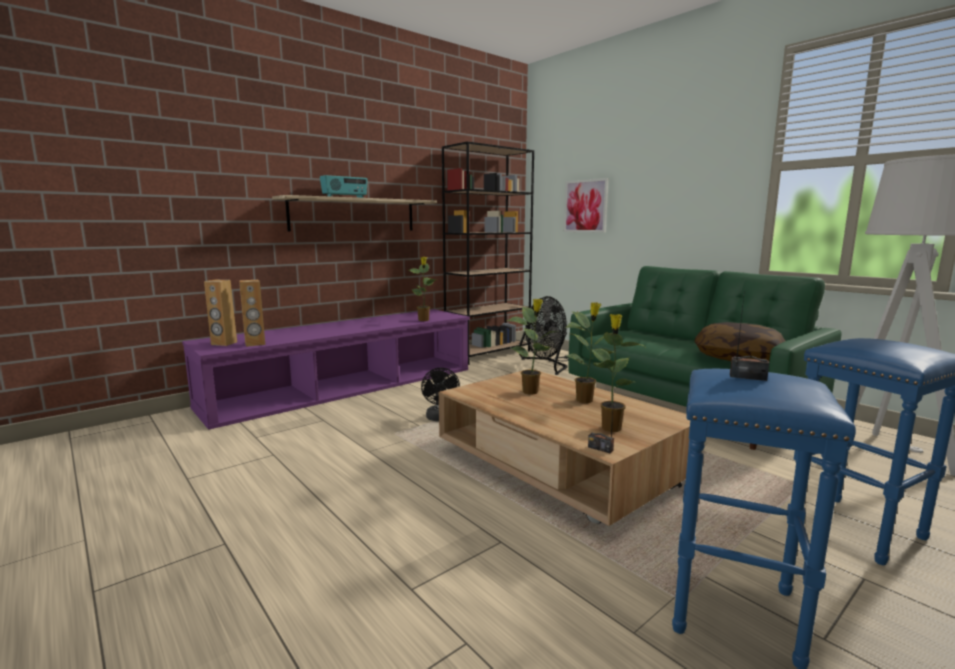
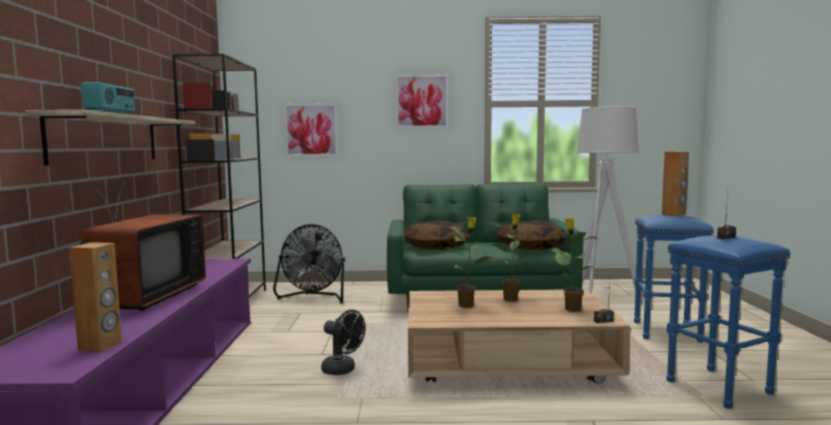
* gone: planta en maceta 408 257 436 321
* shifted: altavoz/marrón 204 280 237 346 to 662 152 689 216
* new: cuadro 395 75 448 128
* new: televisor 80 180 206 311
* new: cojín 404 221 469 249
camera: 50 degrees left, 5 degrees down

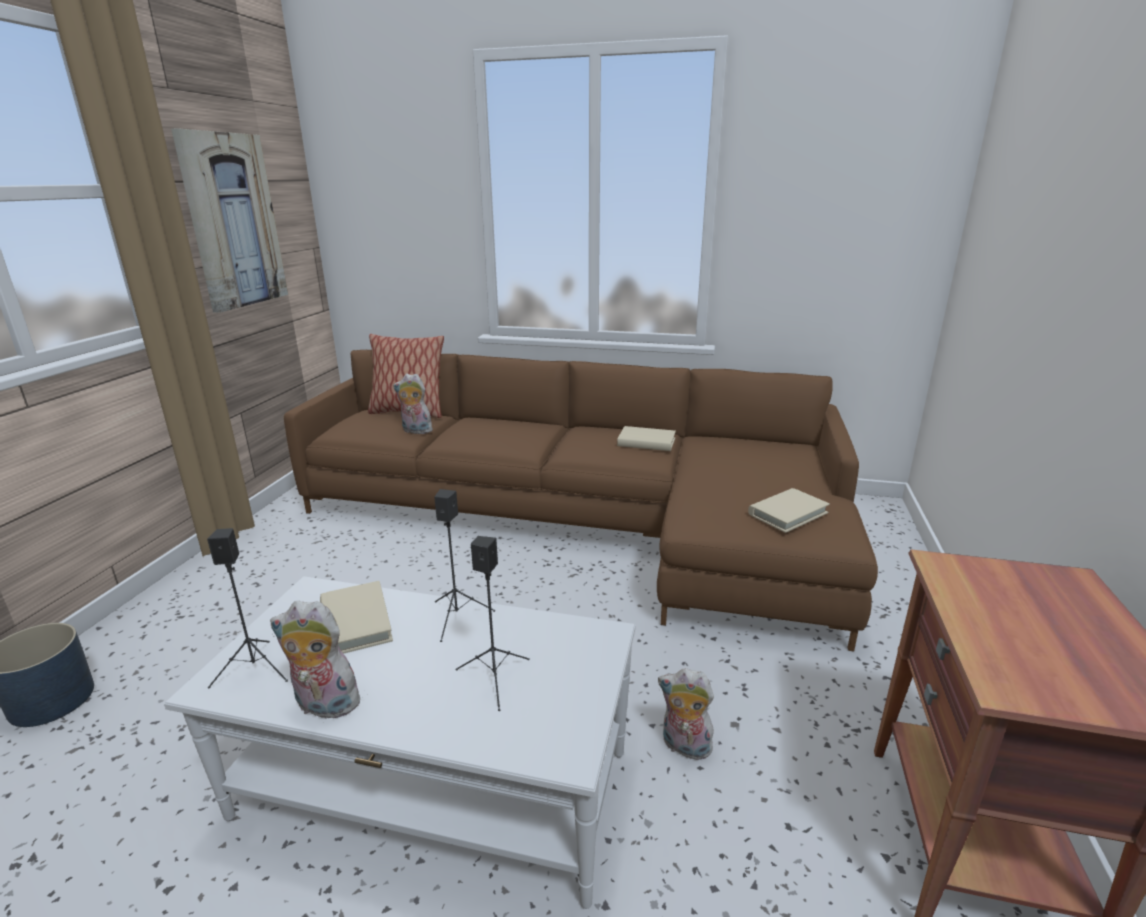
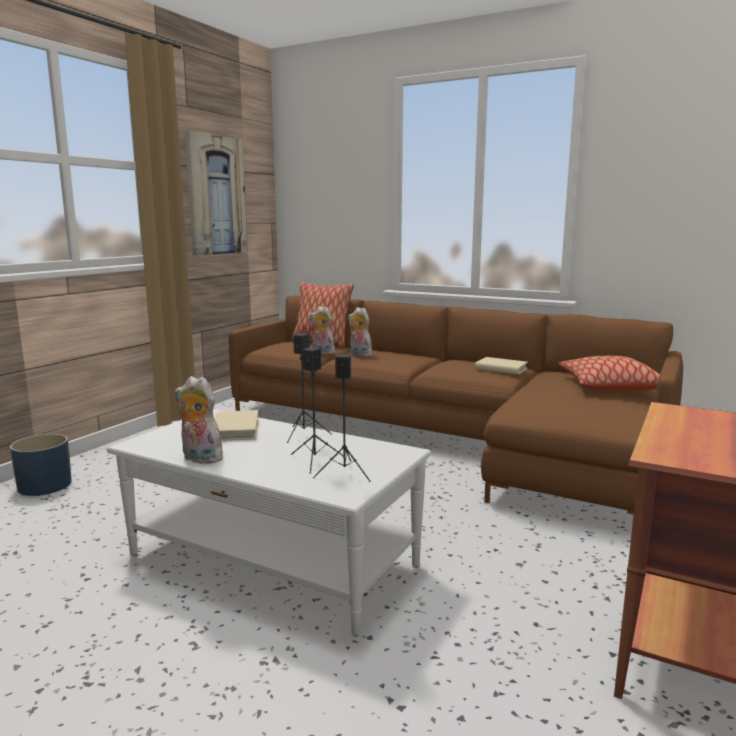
* gone: libro/beis 748 488 830 533
* shifted: altavoz/negro 207 528 288 688 to 313 354 371 482
* shifted: peluche 658 668 715 760 to 348 307 372 357
* new: cojín 559 356 660 392
camera: 15 degrees right, 10 degrees down

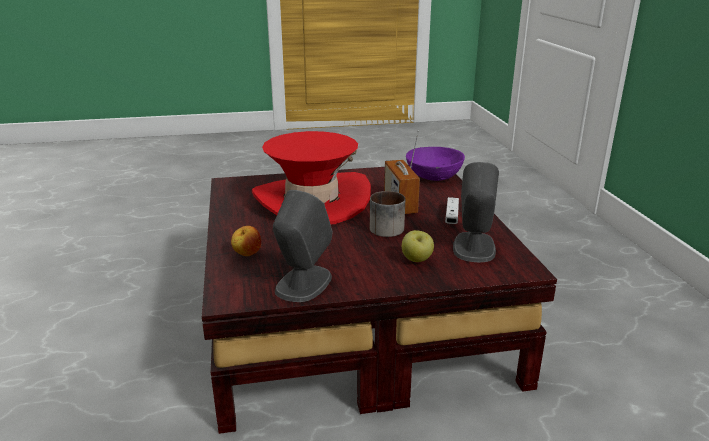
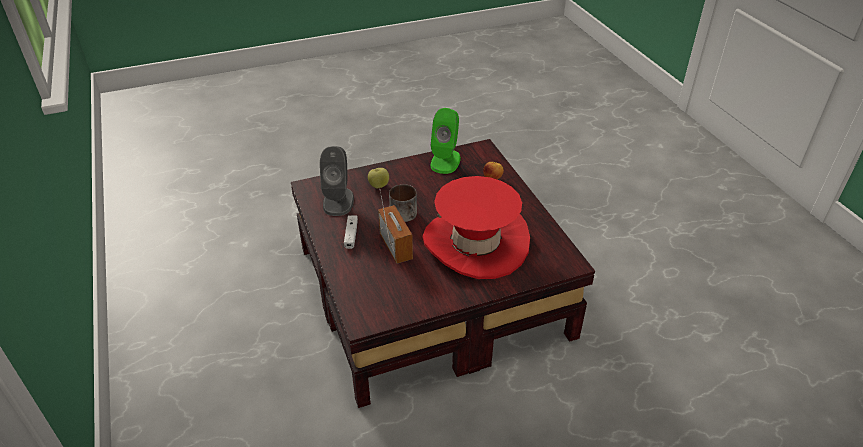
* gone: cuenco/morado 406 147 465 181
* repainted: altavoz/gris 273 190 333 302 to altavoz/verde 431 108 461 174
camera: 170 degrees right, 15 degrees up

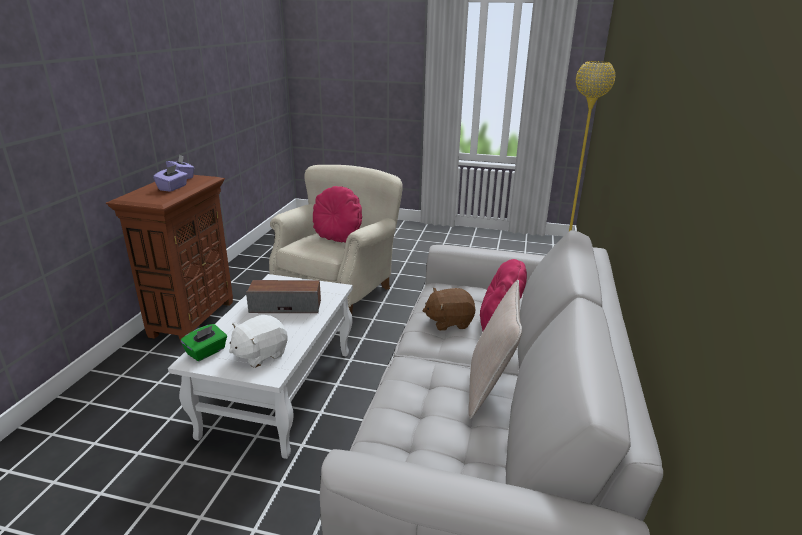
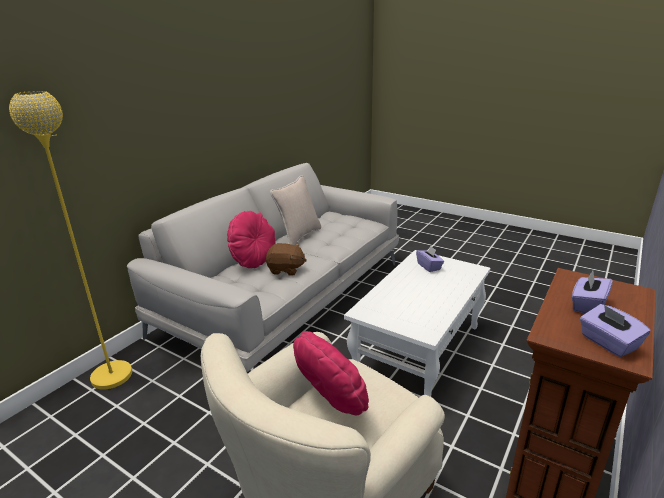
* gone: altavoz 246 280 321 313
* swapped: peluche/blanco 229 315 288 368 to caja de pañuelos/morado 416 246 444 272
* gone: caja de pañuelos/verde 181 324 227 361
camera: 160 degrees left, 0 degrees up

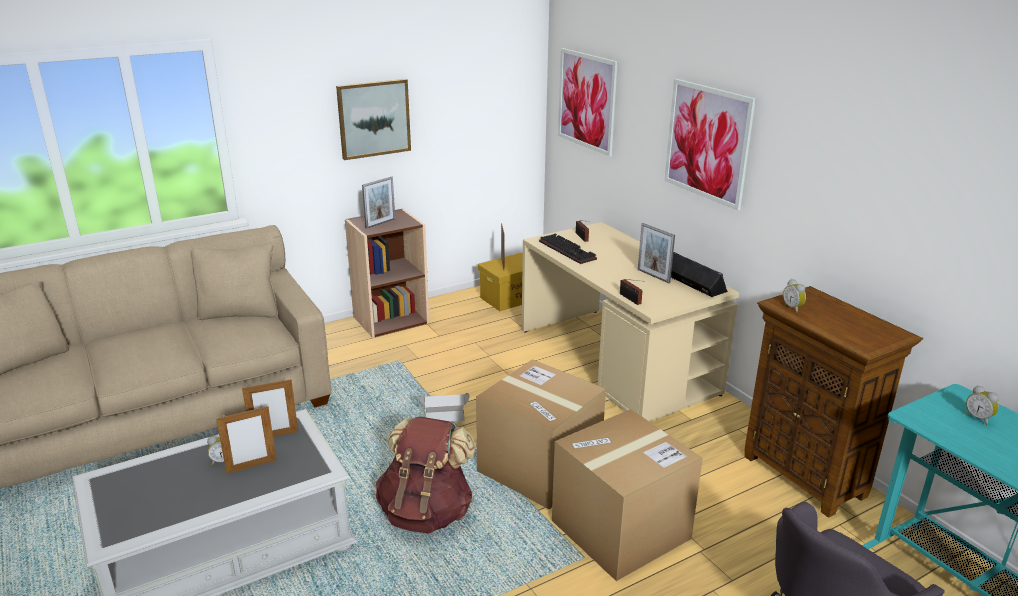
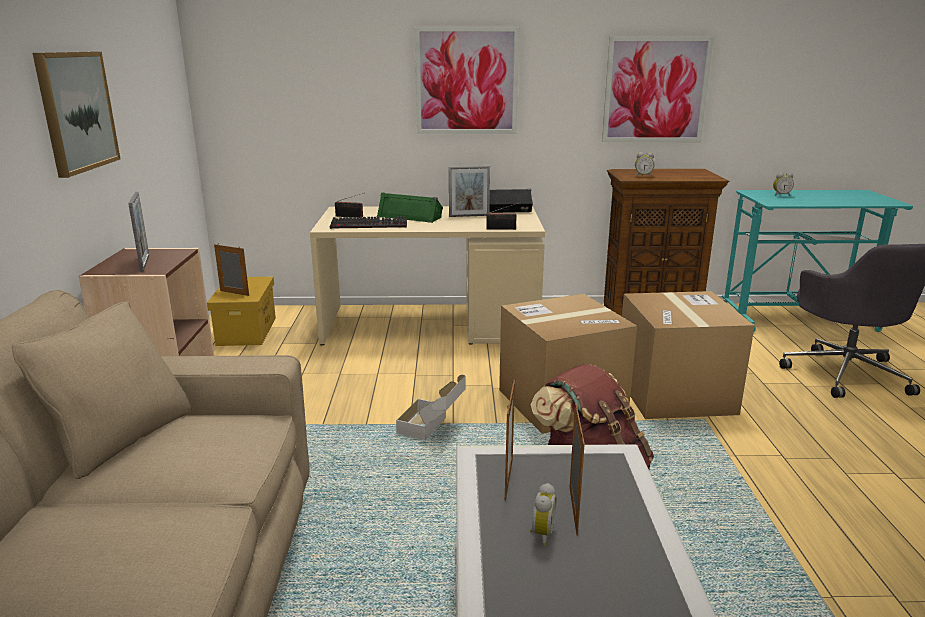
* shifted: cuadro 558 48 618 157 to 602 37 714 142
* new: altavoz/verde 377 192 443 223
camera: 60 degrees left, 5 degrees down

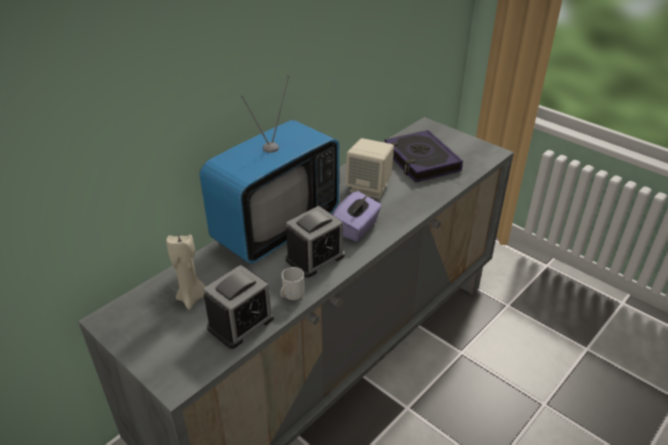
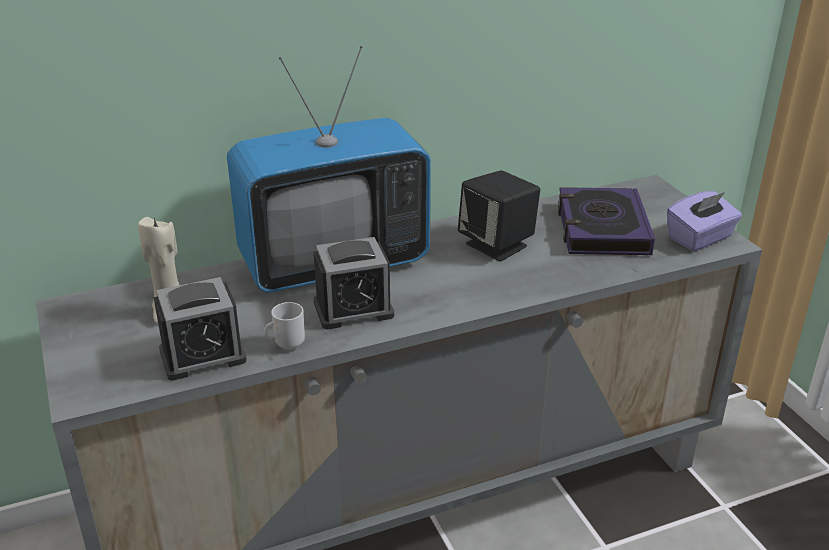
* repainted: altavoz/beis 345 138 394 199 to altavoz/negro 458 170 540 262
* shifted: caja de pañuelos/morado 333 191 382 242 to 667 191 742 251
camera: 25 degrees right, 5 degrees down

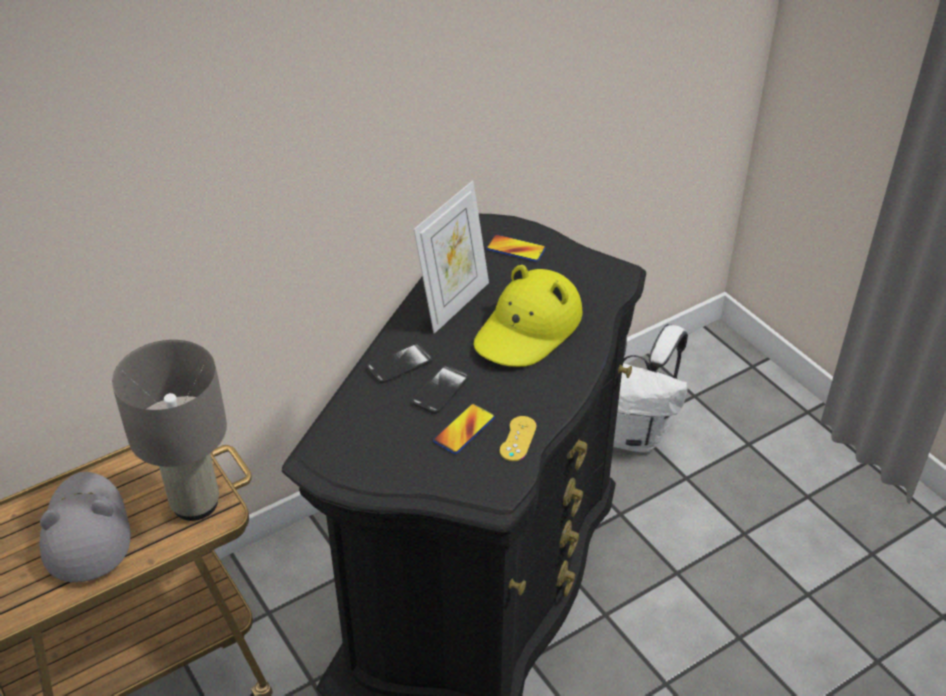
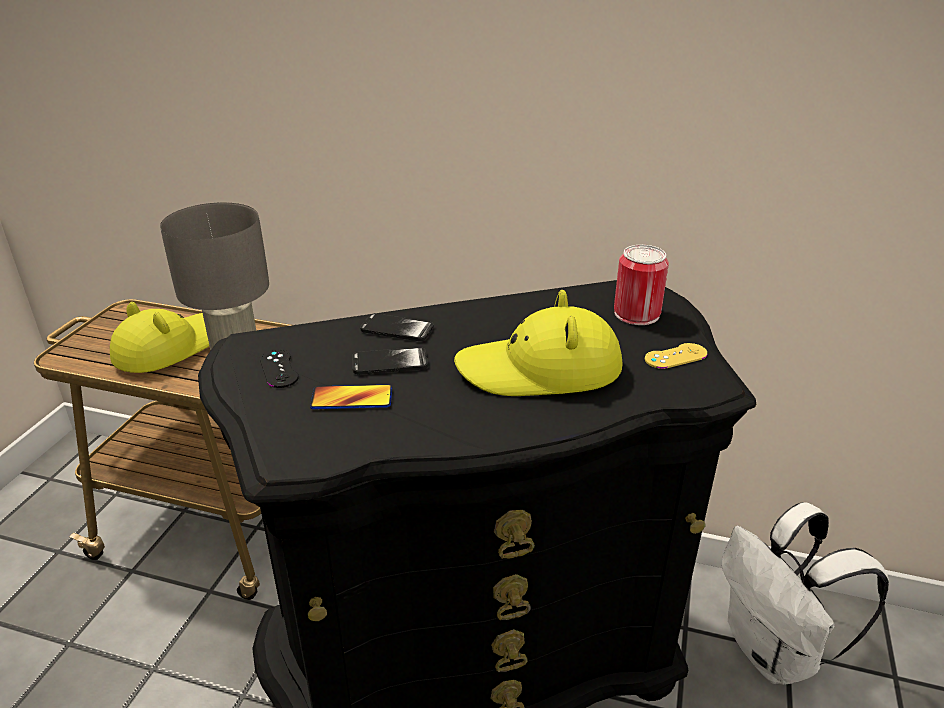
* gone: portarretratos 413 181 489 334
* swapped: móvil 486 234 546 262 to lata 614 245 669 325
* shifted: mando de consola/amarillo 500 416 537 461 to 645 343 707 369
* repainted: sombrero/gris 39 472 131 582 to sombrero/amarillo 110 302 209 373
* new: mando de consola/negro 260 349 298 388
camera: 50 degrees right, 10 degrees down

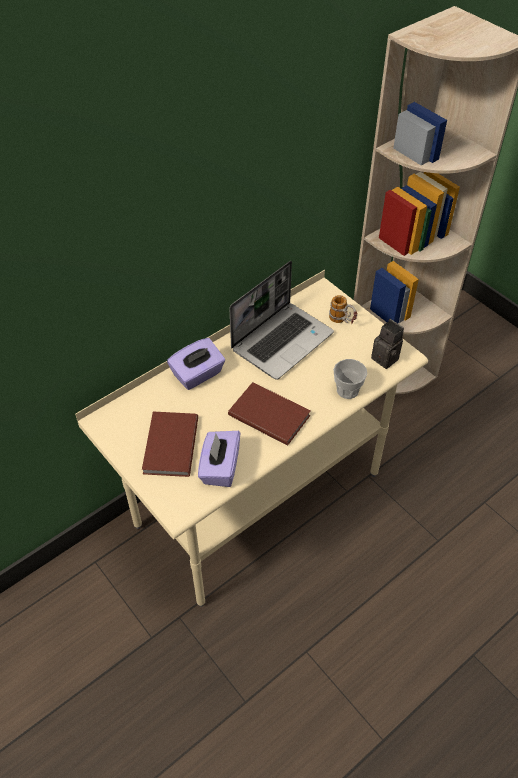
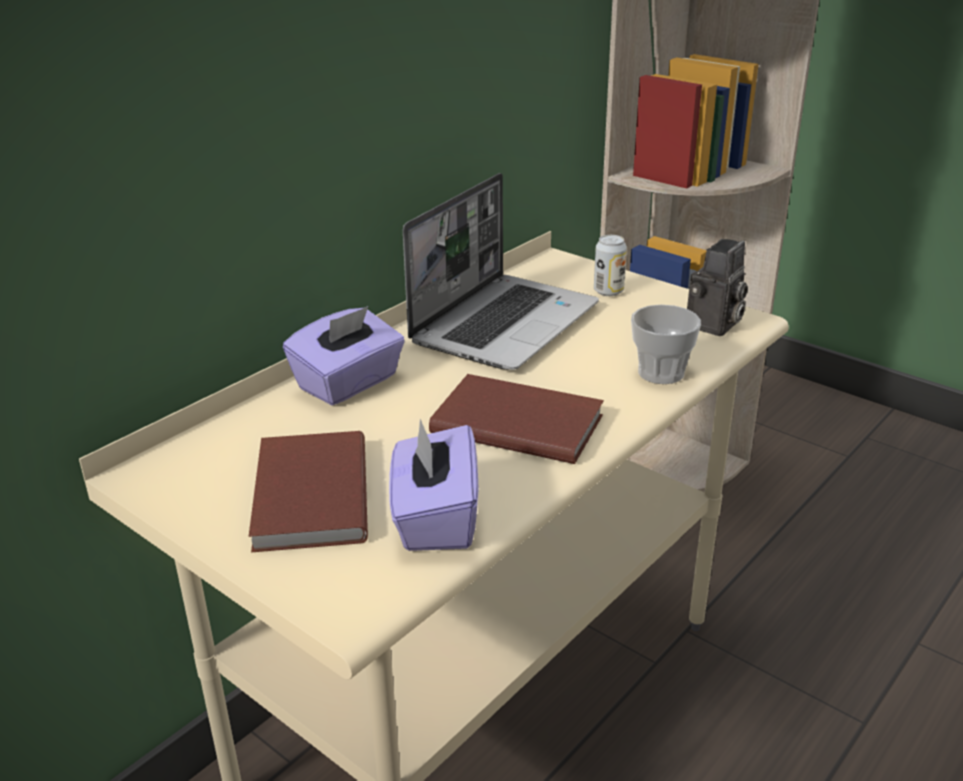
* swapped: taza grande 329 295 357 325 to lata 594 235 627 296
* rotated: cámara 371 319 404 369 = 687 239 748 336 90 degrees clockwise
camera: 10 degrees left, 20 degrees down

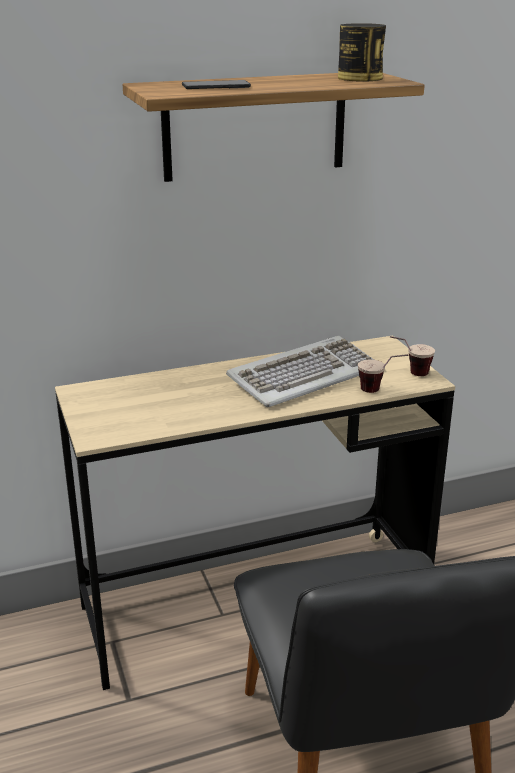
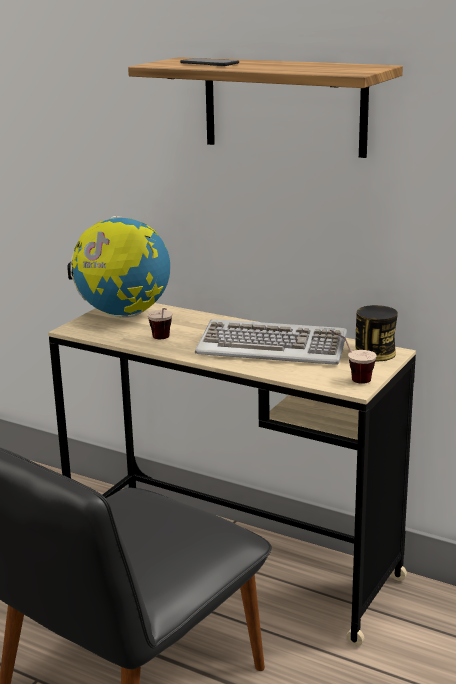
* shifted: lata 338 23 386 82 to 355 305 398 361
* shifted: taza 358 354 409 393 to 147 308 172 339
* new: globo terráqueo 67 216 170 318
camera: 50 degrees right, 5 degrees down

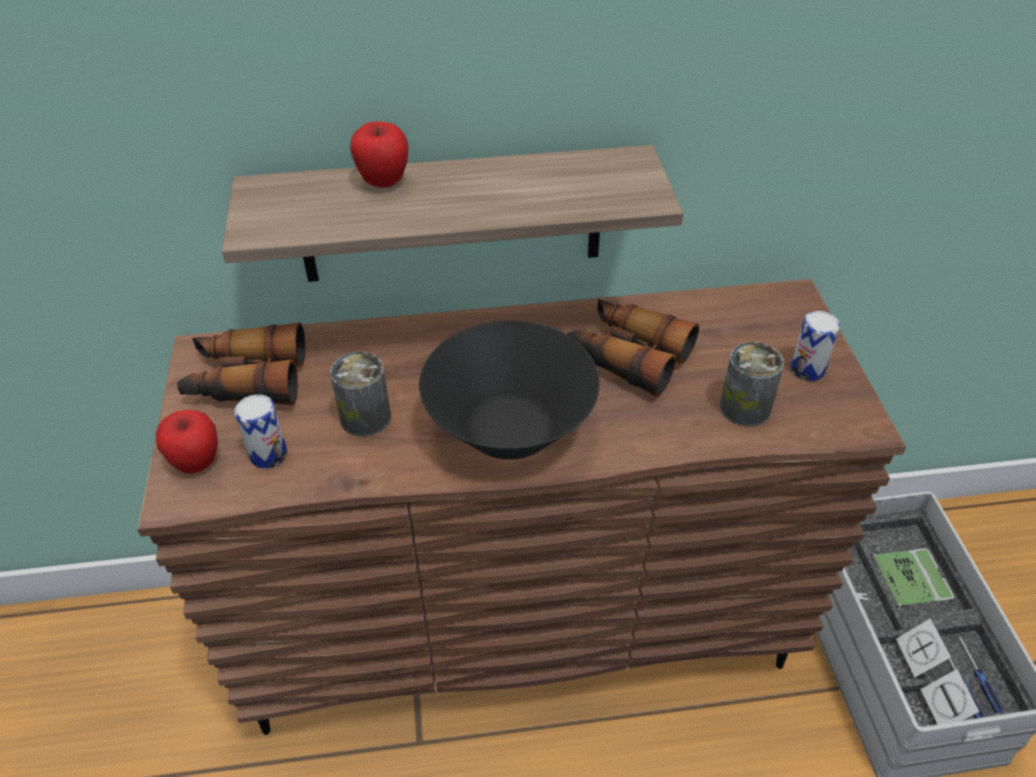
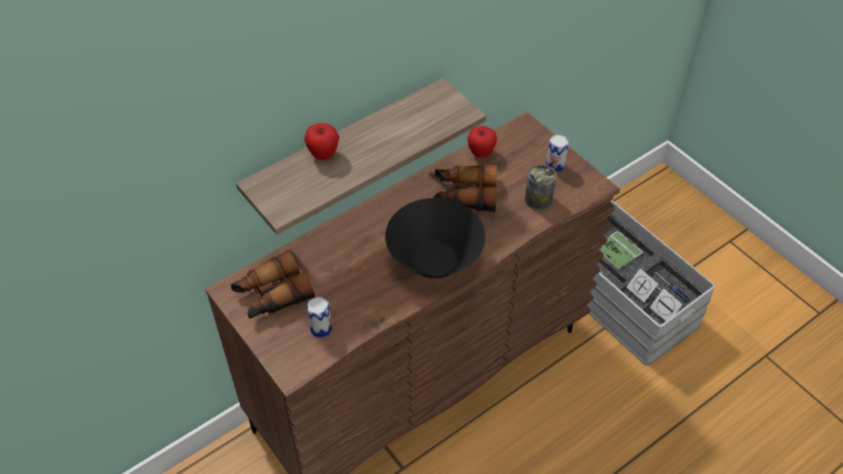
* gone: lata 330 352 391 437
* shifted: manzana 156 410 218 474 to 467 126 497 157
camera: 30 degrees left, 5 degrees up

